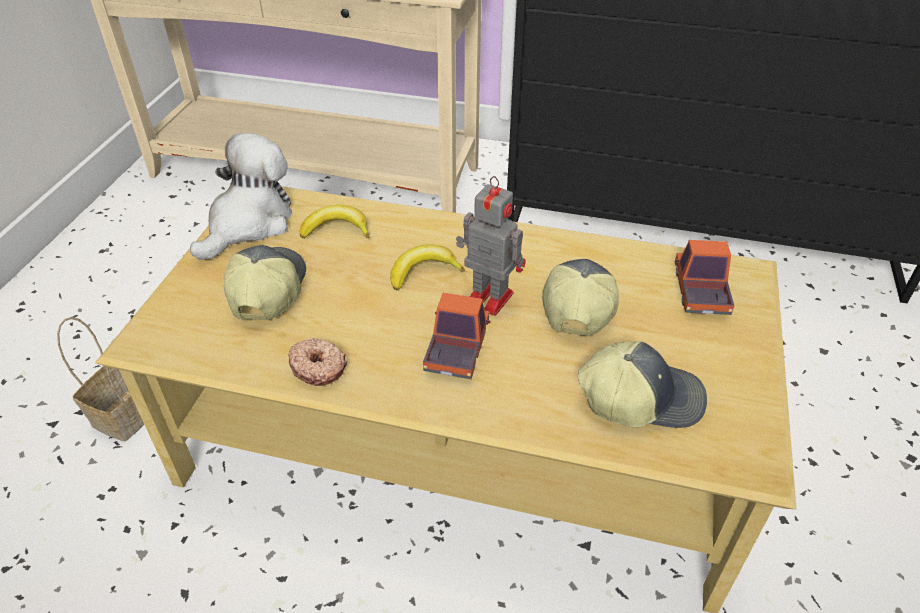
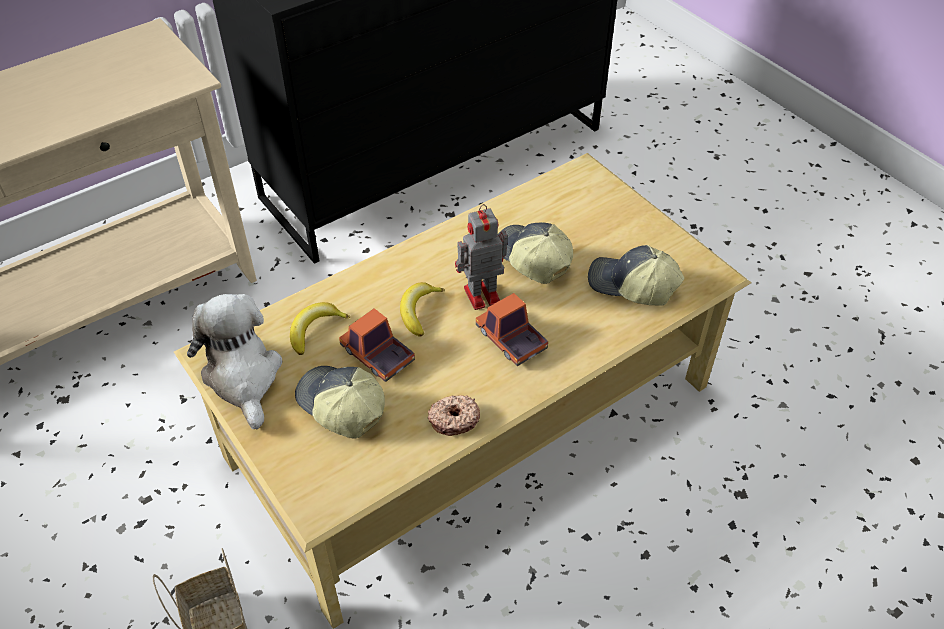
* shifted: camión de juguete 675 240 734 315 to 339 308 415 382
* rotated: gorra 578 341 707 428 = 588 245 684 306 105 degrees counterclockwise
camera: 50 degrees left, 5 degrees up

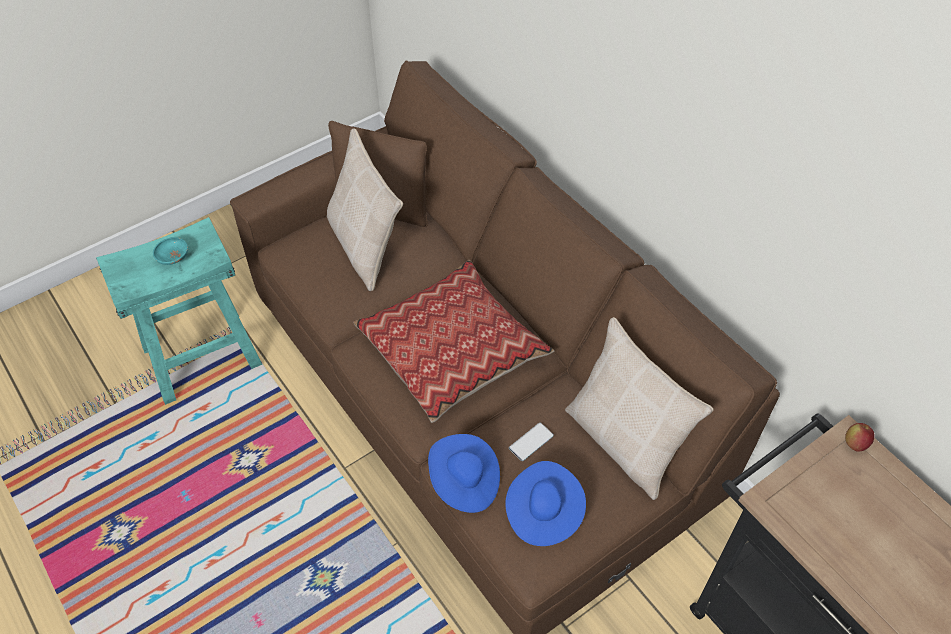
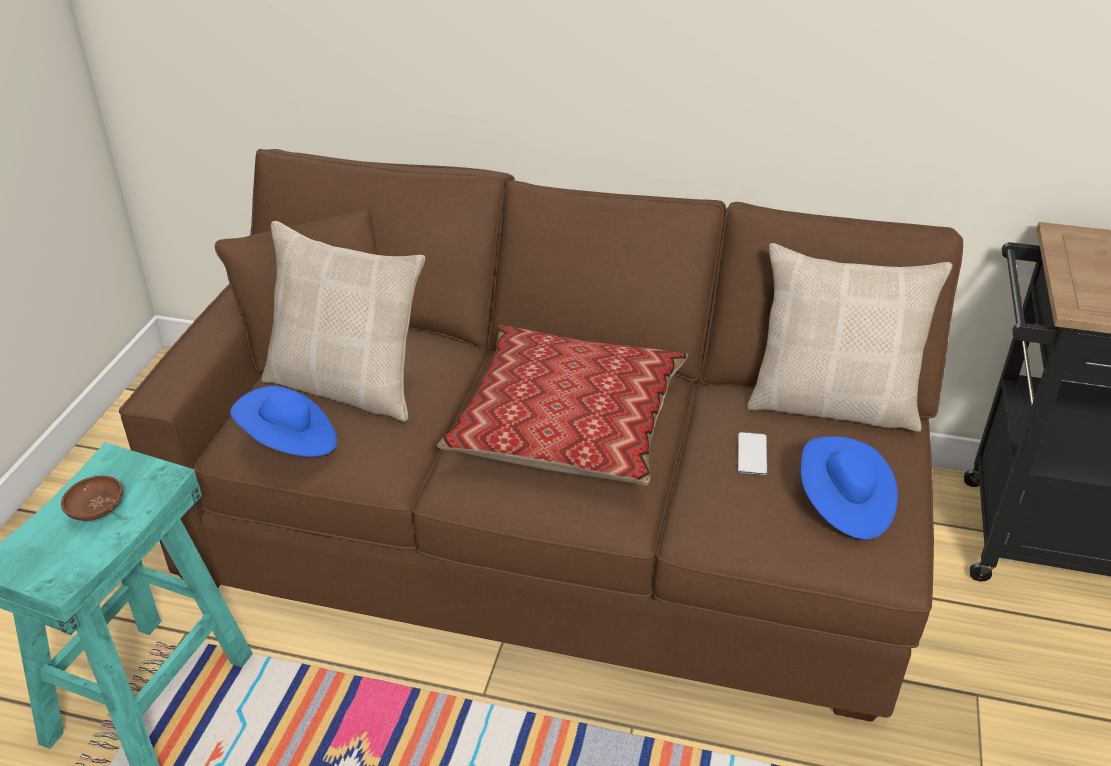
* repainted: cuenco/turquesa 153 237 188 265 to cuenco/marrón 61 476 123 521
* gone: manzana 845 423 874 452
* shifted: sombrero/azul 428 434 500 513 to 230 386 337 457
camera: 40 degrees left, 15 degrees down

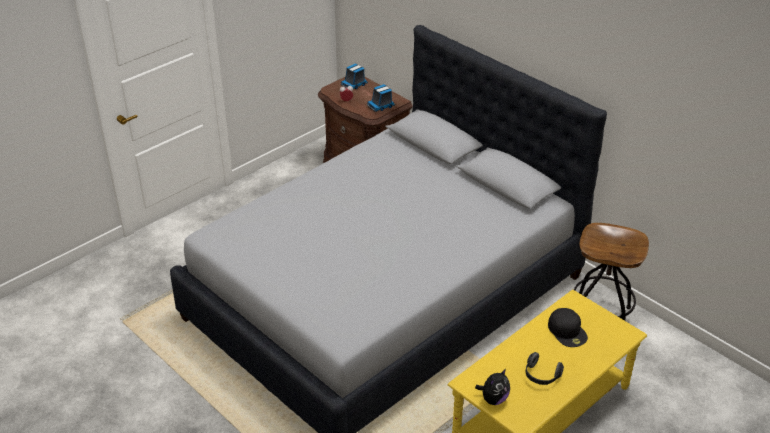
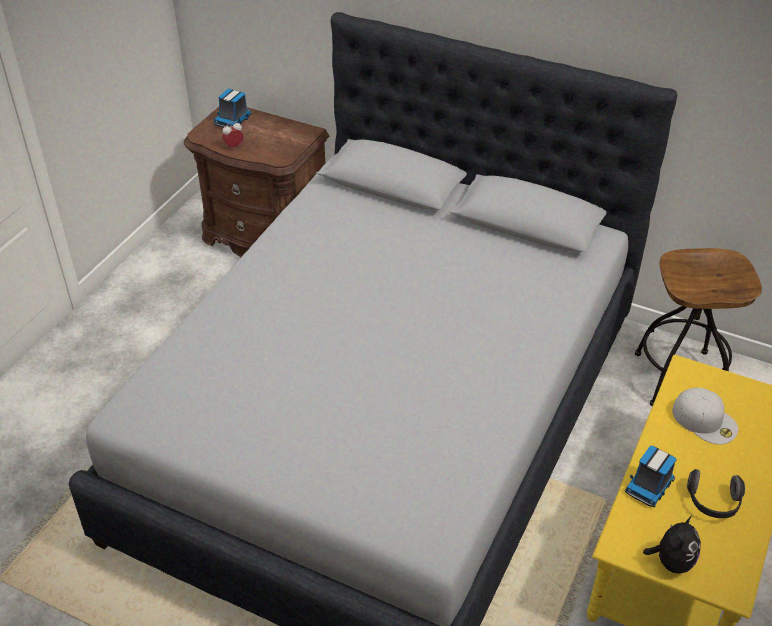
* shifted: camión de juguete 367 84 395 112 to 625 446 677 507
* repainted: gorra/negro 548 308 588 347 to gorra/blanco 672 388 739 445
camera: 20 degrees left, 5 degrees up

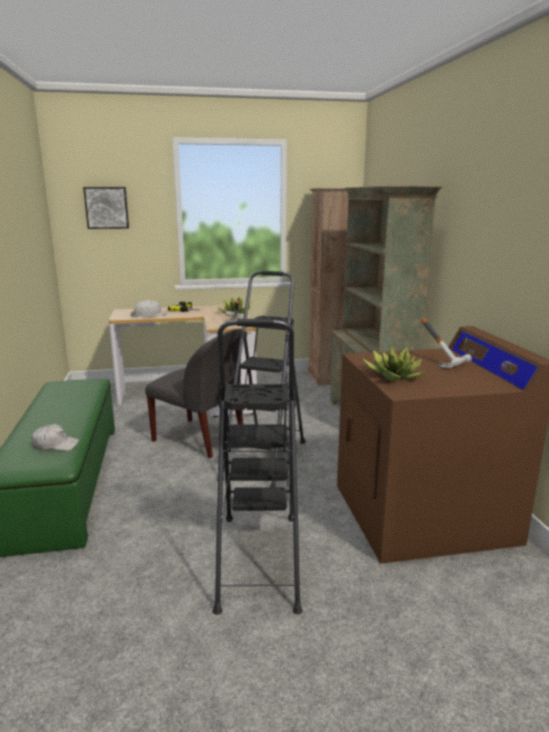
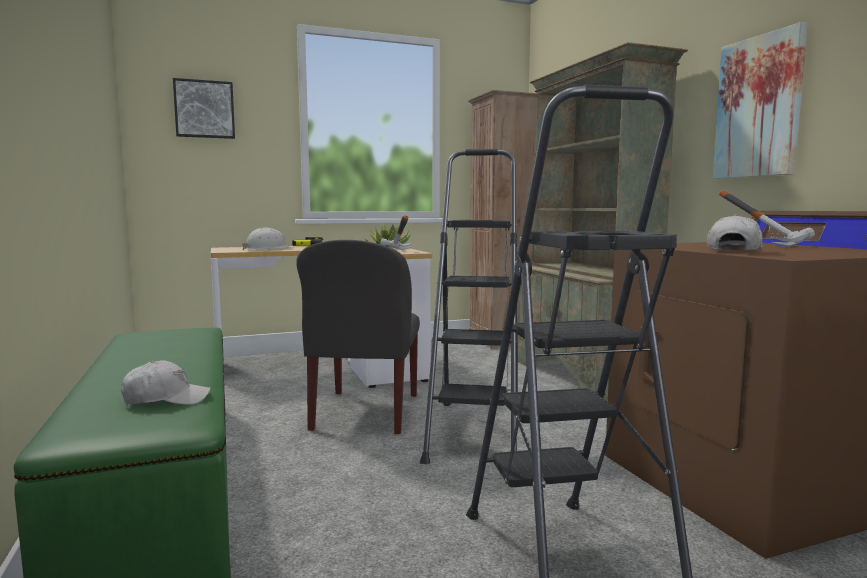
* rotated: silla/gris 145 329 244 458 = 296 240 420 434 75 degrees clockwise
* swapped: planta en maceta 363 346 425 381 to gorra/blanco 707 214 763 250
* new: cuadro 713 22 808 179
camera: 10 degrees left, 10 degrees down

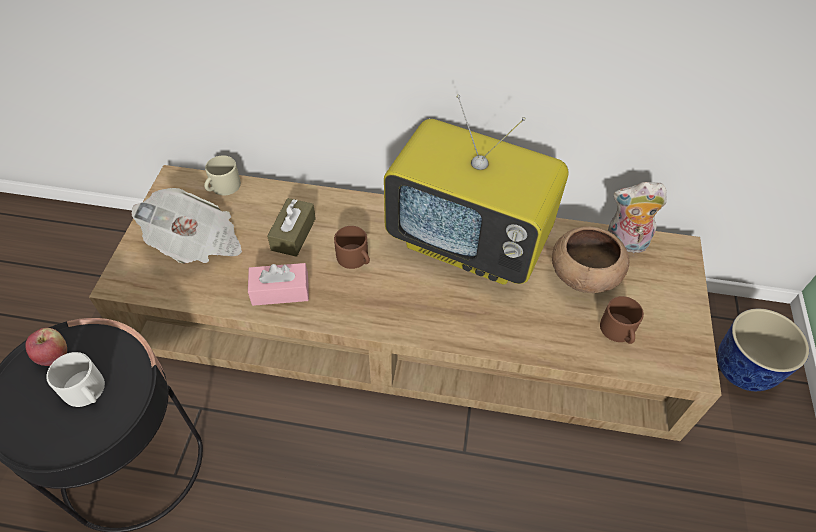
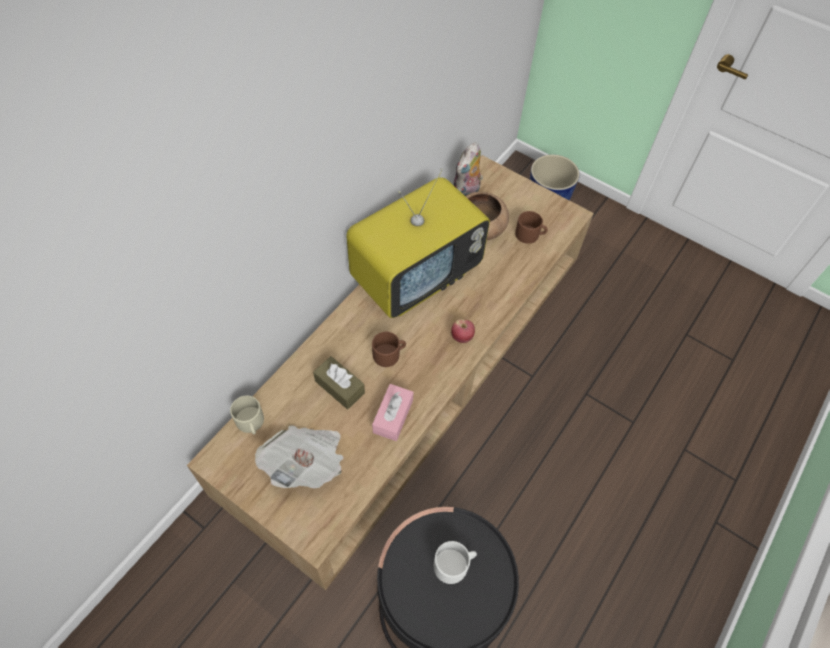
* shifted: manzana 25 328 67 366 to 451 319 475 343
camera: 65 degrees left, 5 degrees up

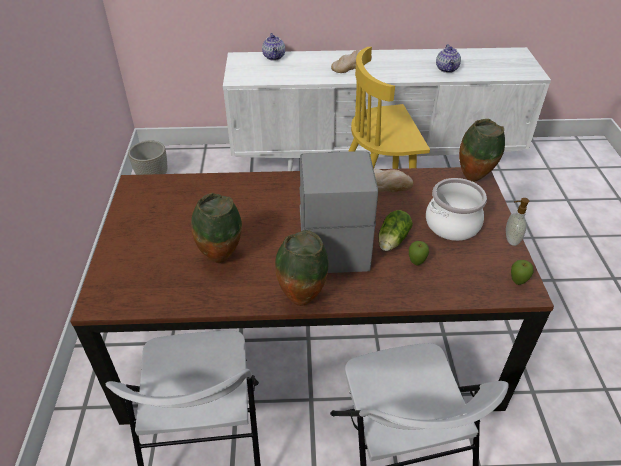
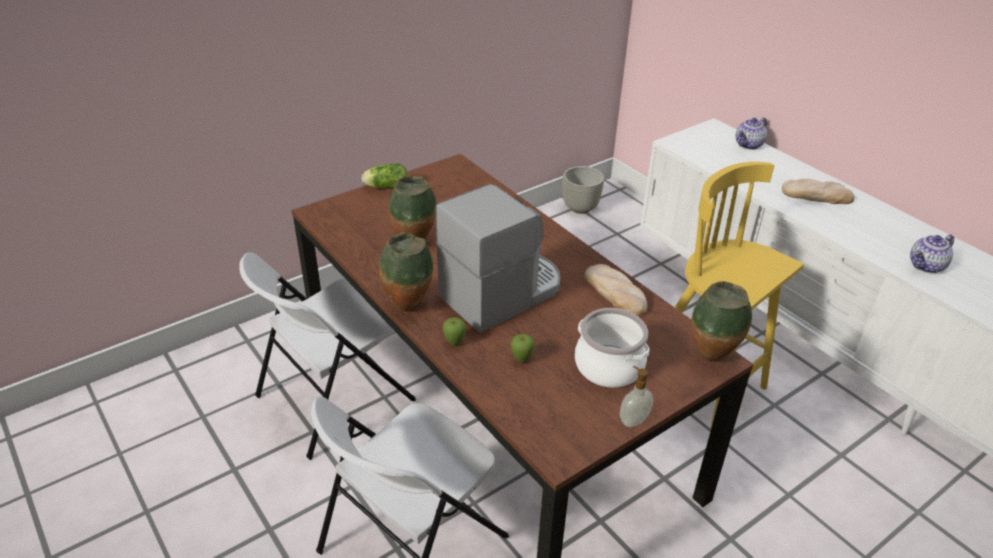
* shifted: lechuga 378 210 413 251 to 361 163 407 189
* shifted: manzana 511 260 533 285 to 443 317 467 346
camera: 55 degrees right, 5 degrees down

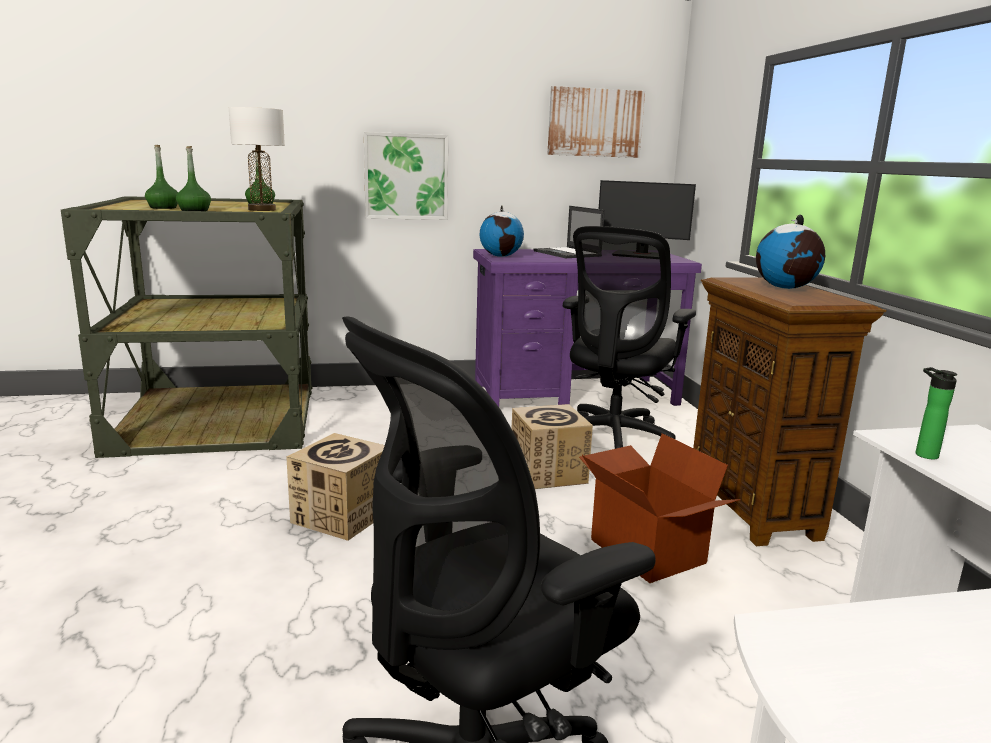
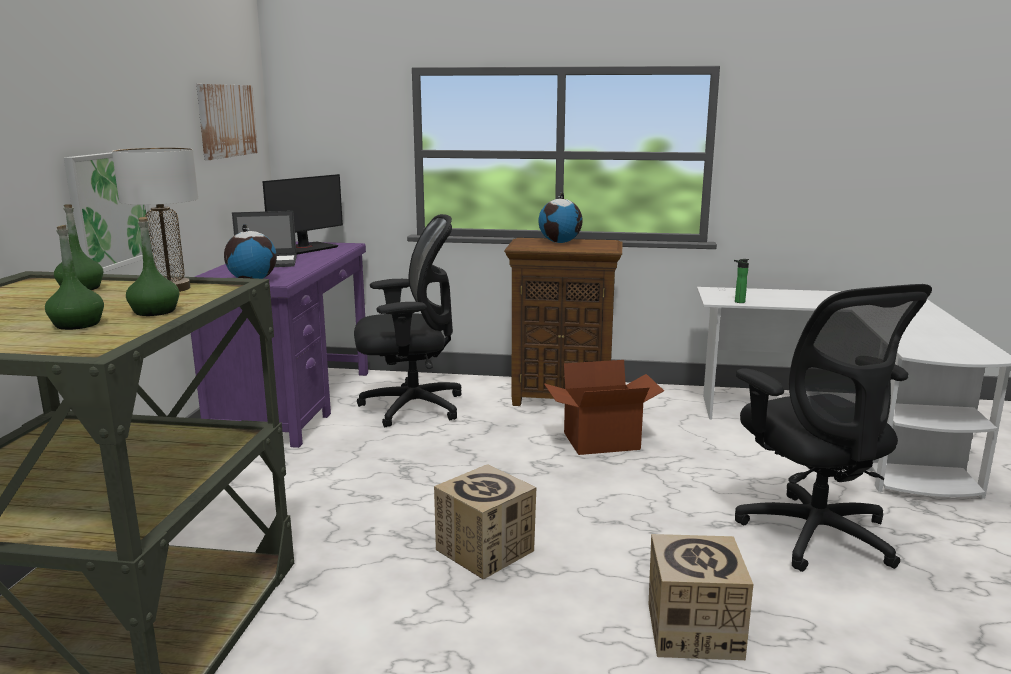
* rotated: silla de oficina/negro 563 226 696 449 = 354 214 461 427 60 degrees counterclockwise
* shifted: caja de cartón 512 404 593 489 to 648 534 753 660
camera: 70 degrees left, 0 degrees up

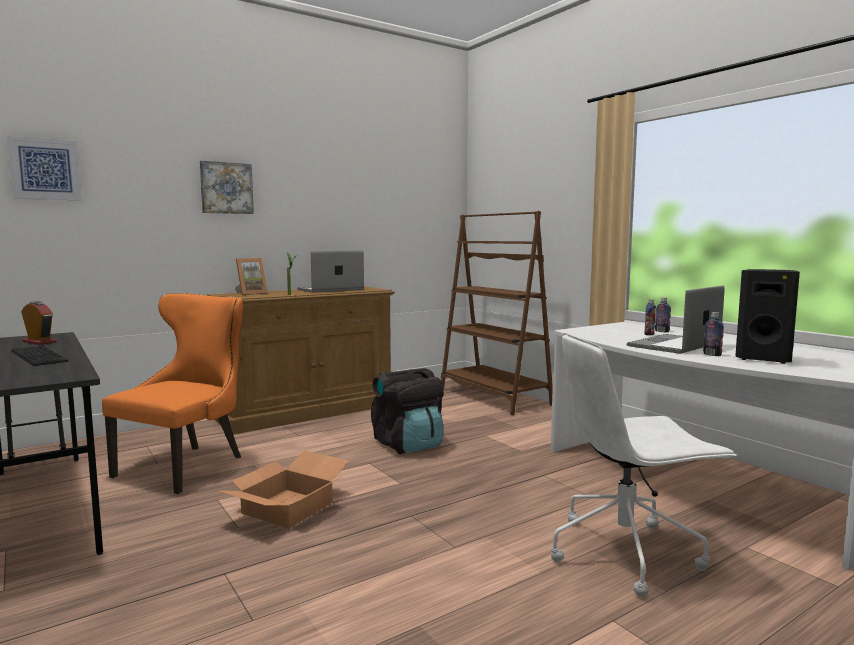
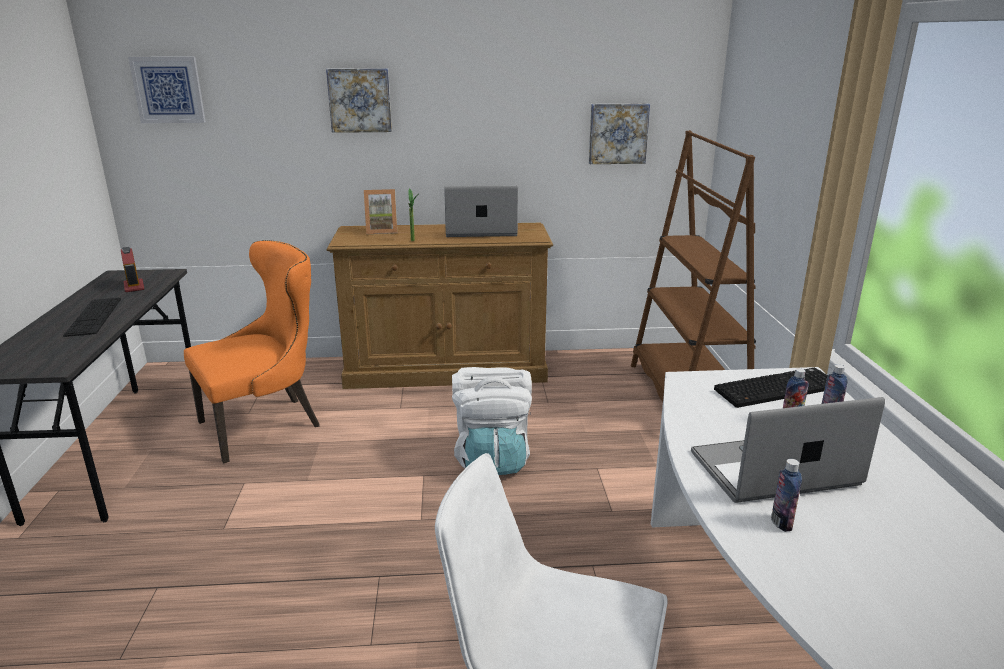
* gone: altavoz/negro 735 269 800 364
* repainted: mochila/negro 371 368 444 454 to mochila/blanco 452 367 532 475
* gone: caja de cartón 216 450 349 529
* new: cuadro 589 104 650 164
* new: teclado 714 368 828 408
camera: 30 degrees right, 15 degrees up

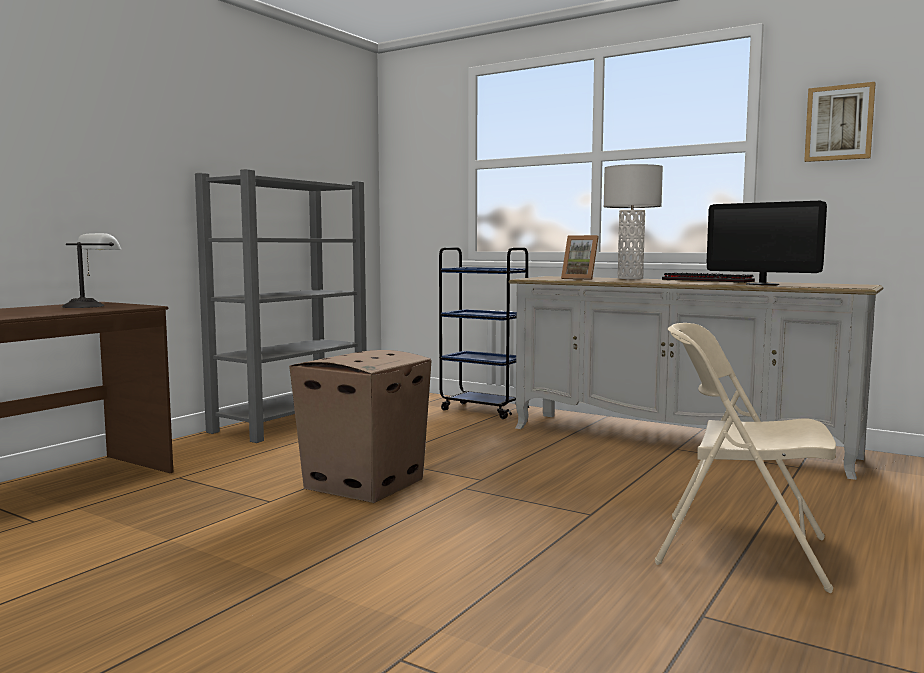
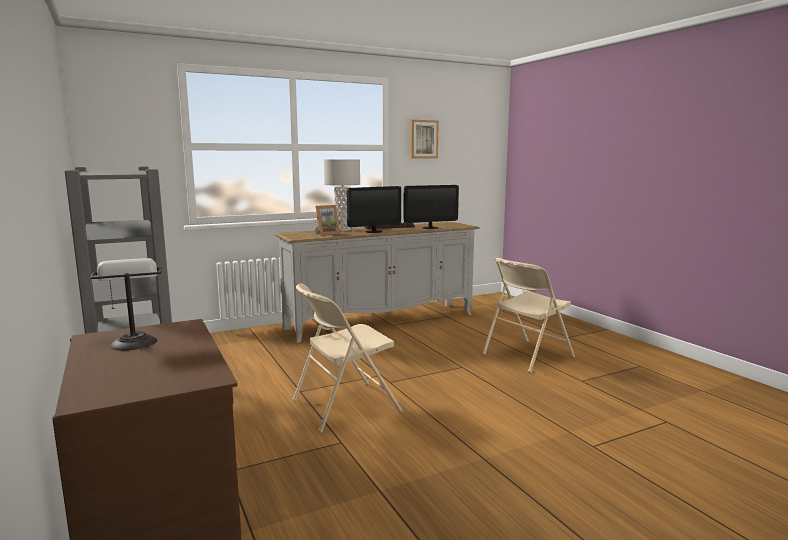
* gone: carrito/azul 439 248 529 419
* swapped: caja de cartón 289 350 432 503 to silla/beis 293 283 402 433
* new: monitor 347 186 401 233
camera: 60 degrees left, 5 degrees up

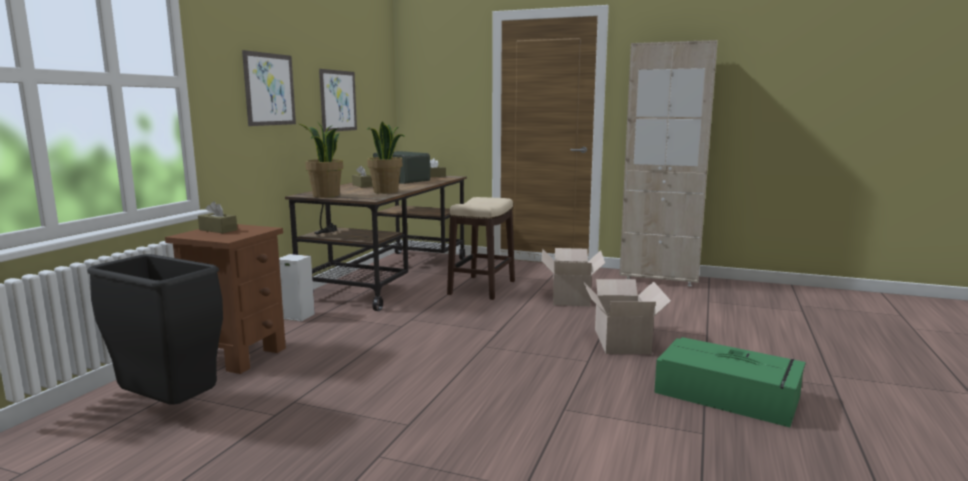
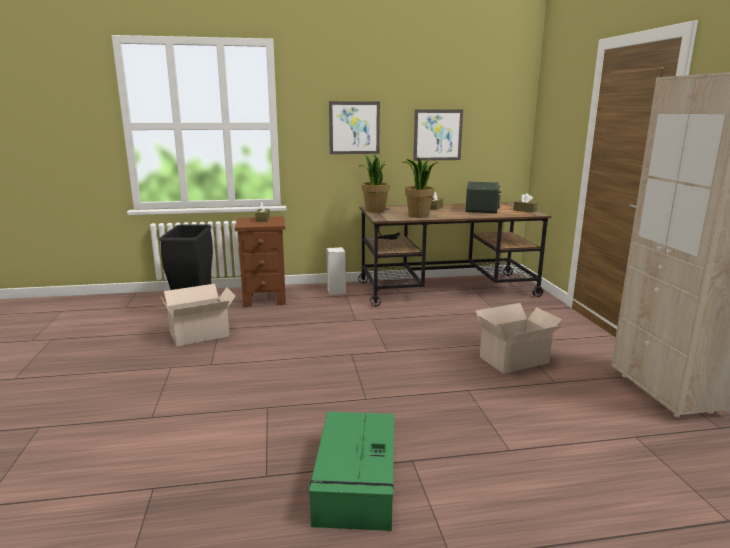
* gone: taburete 447 197 515 300
* shifted: caja de cartón 583 279 671 354 to 160 284 236 346
camera: 60 degrees right, 5 degrees up

